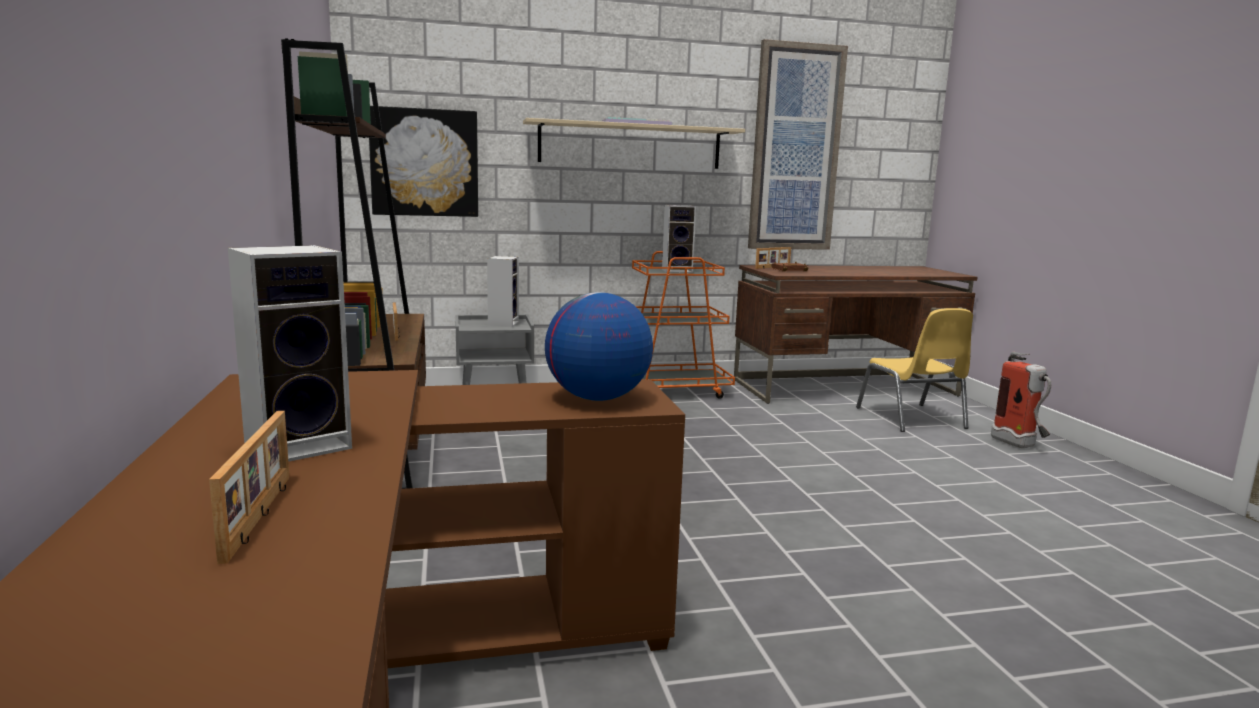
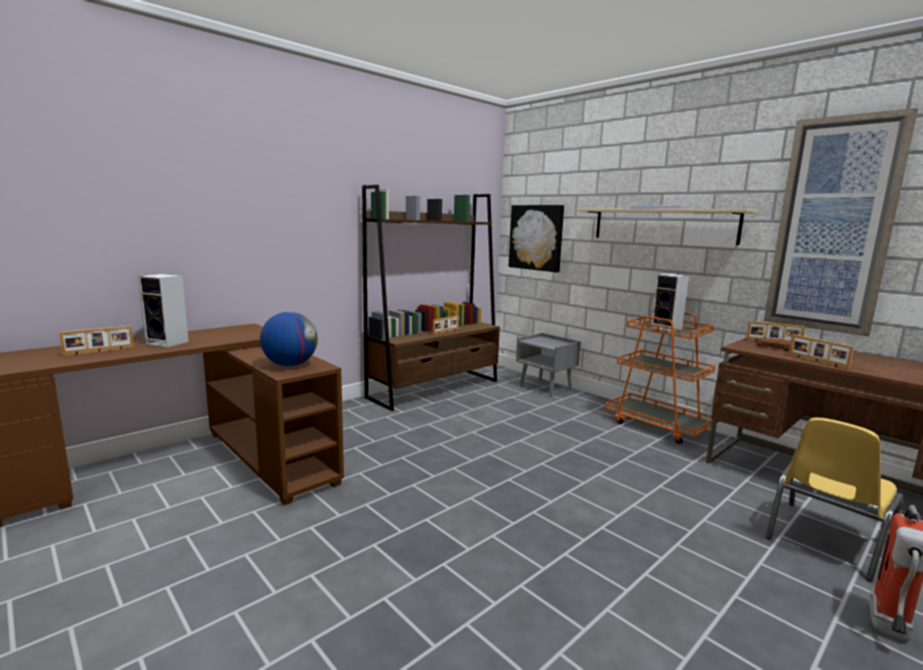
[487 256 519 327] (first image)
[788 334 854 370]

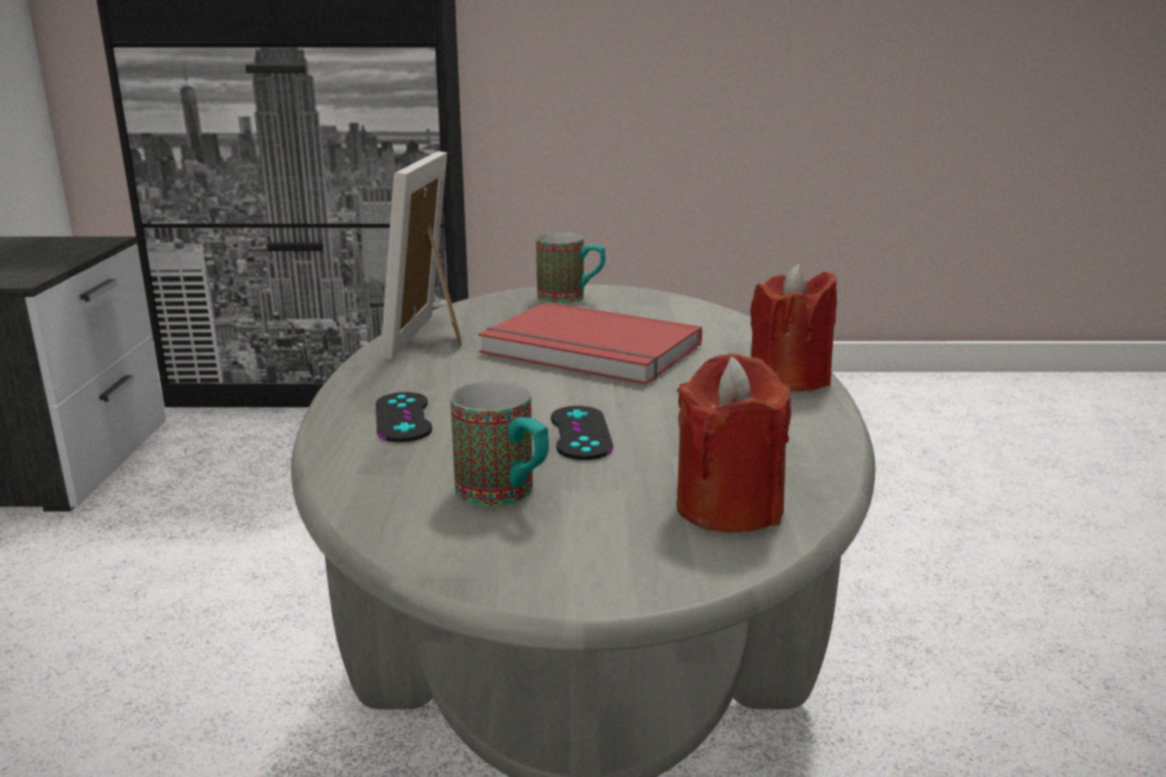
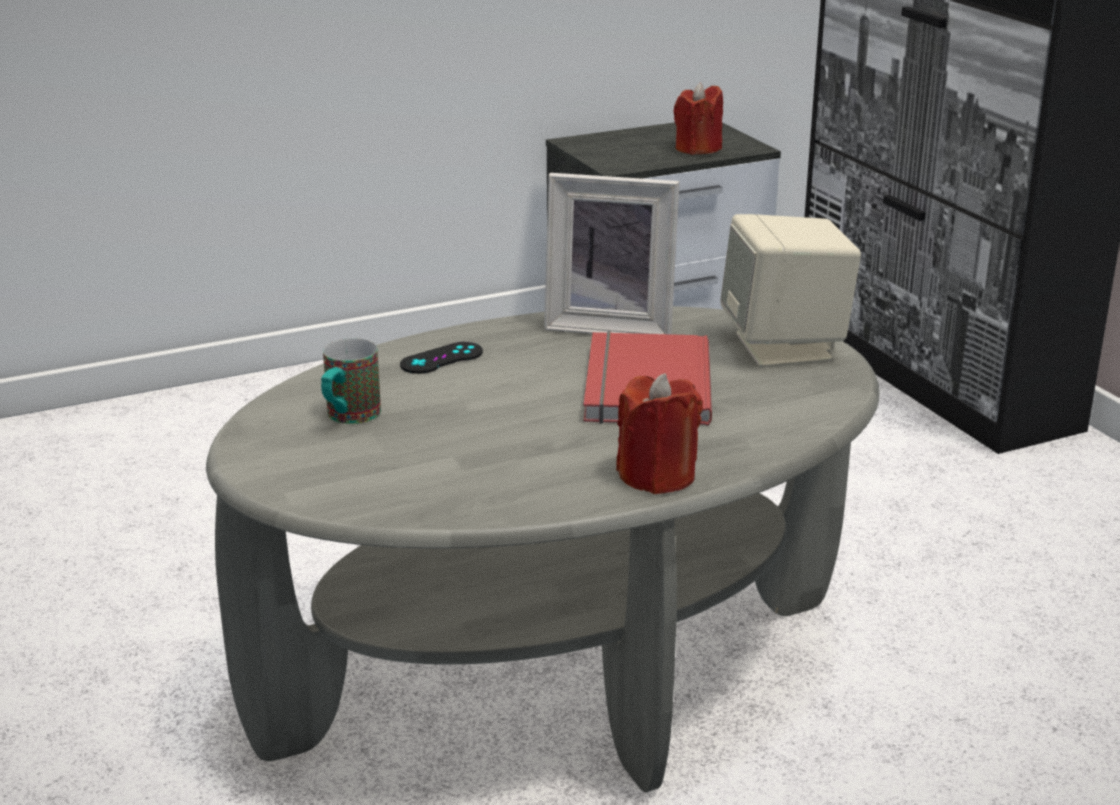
[544 173 680 334]
[720 214 861 368]
[551 406 613 460] (first image)
[673 83 723 155]

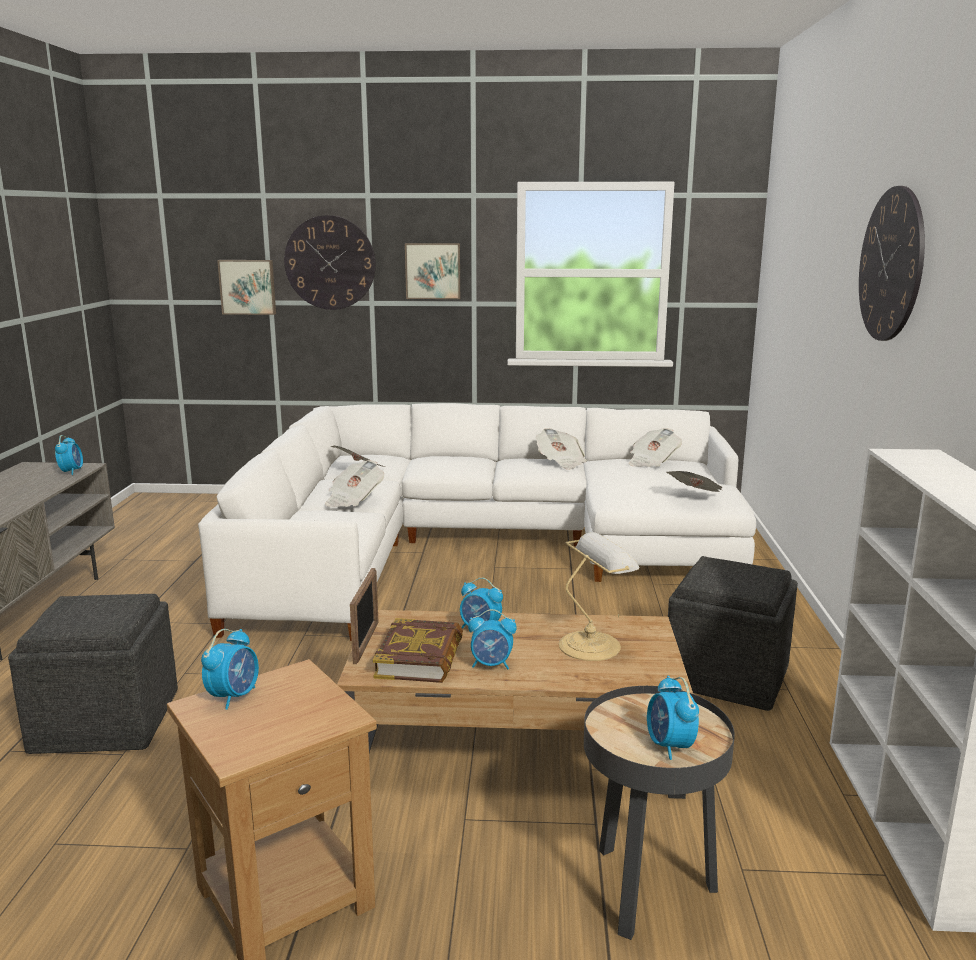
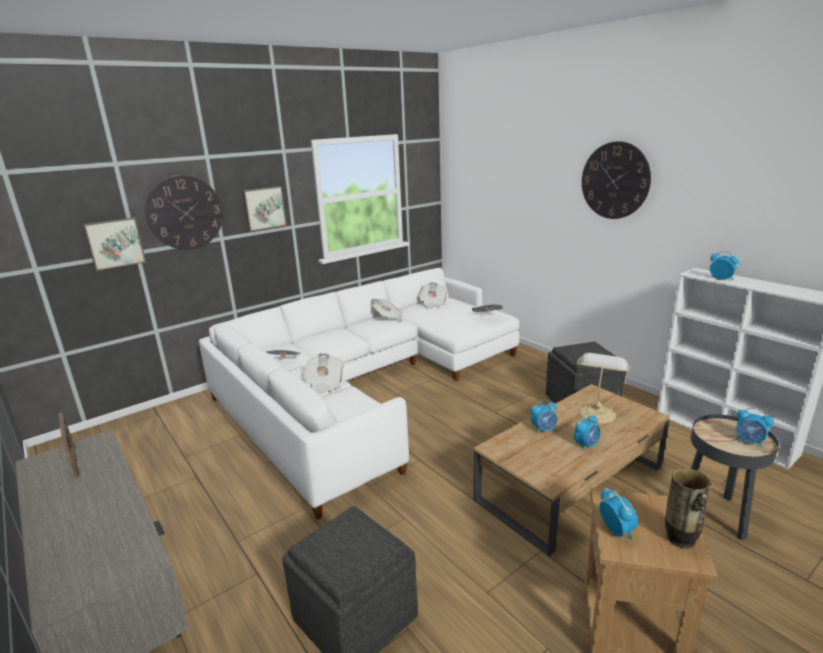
[710 251 739 280]
[59 413 79 478]
[373 618 463 683] (first image)
[665 468 711 549]

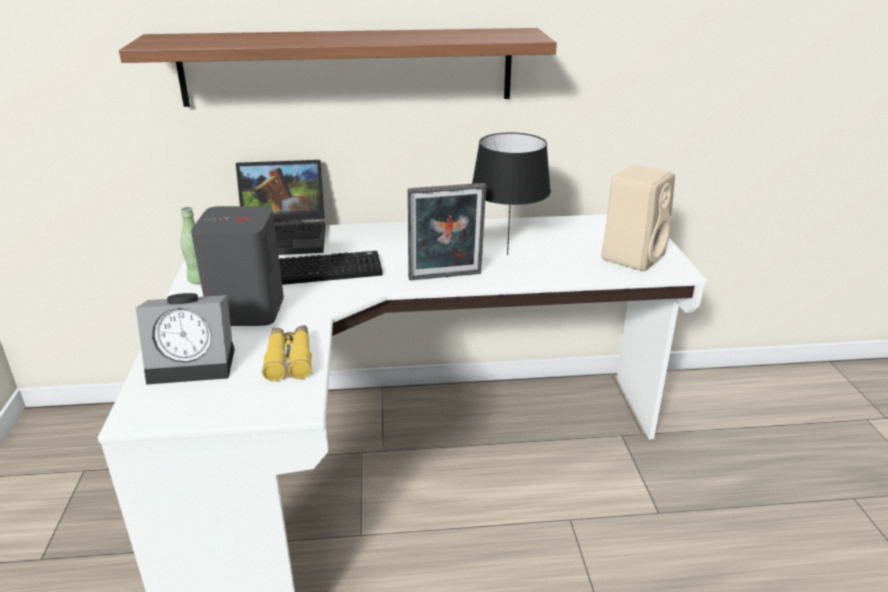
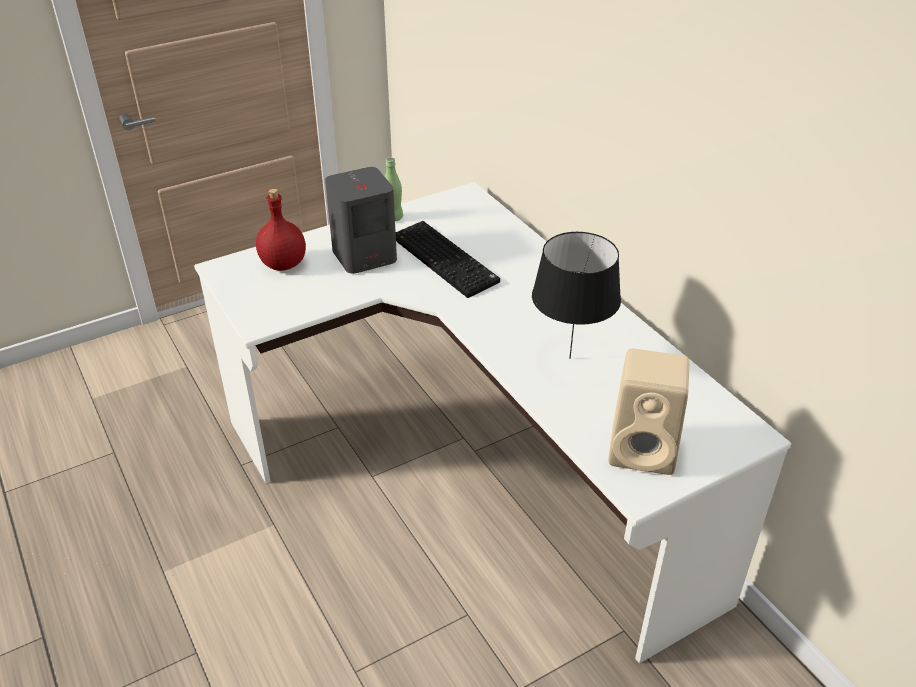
[119 28 557 107] (first image)
[256 189 306 271]
[236 160 325 255] (first image)
[262 325 312 381] (first image)
[407 183 486 280] (first image)

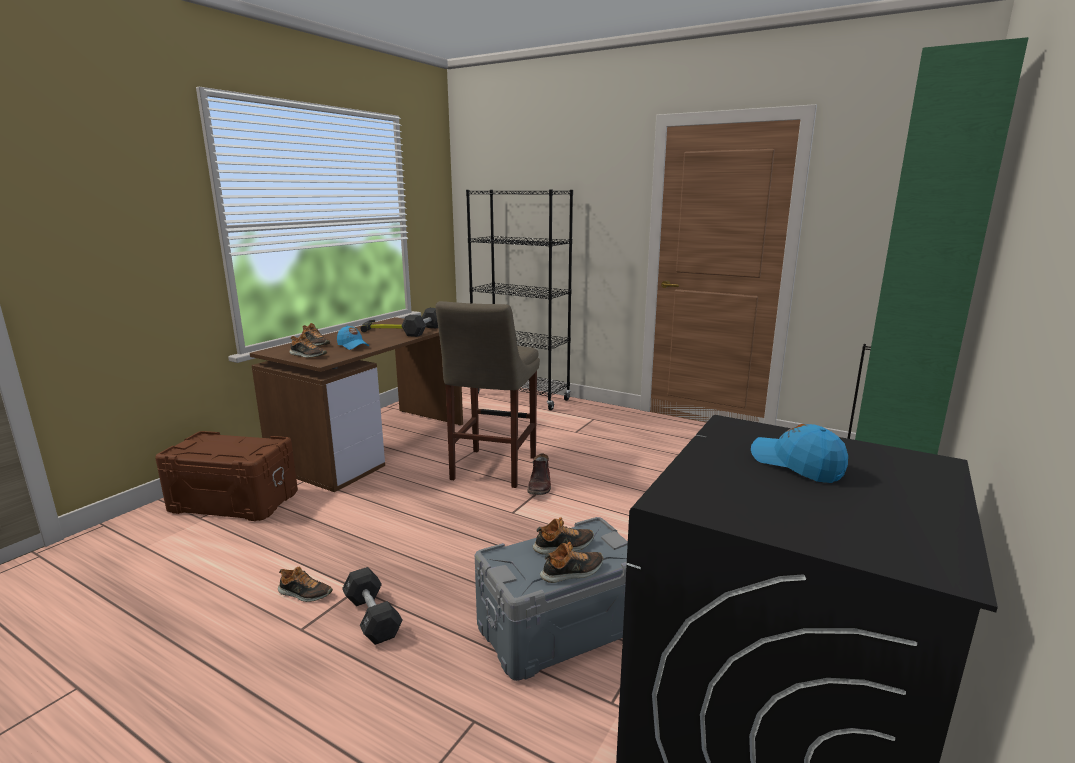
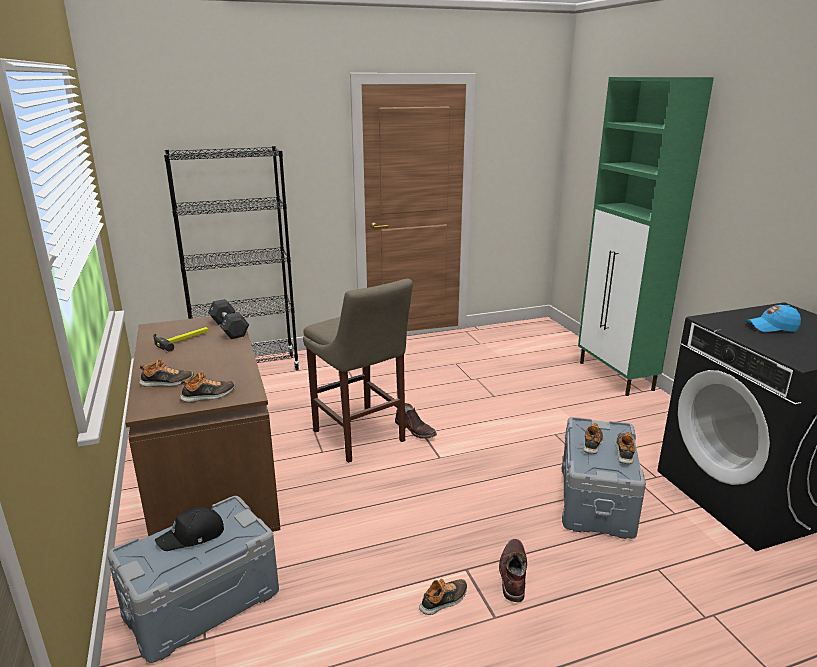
[108 496 279 663]
[337 325 369 350] (first image)
[499 539 527 602]
[155 507 224 551]

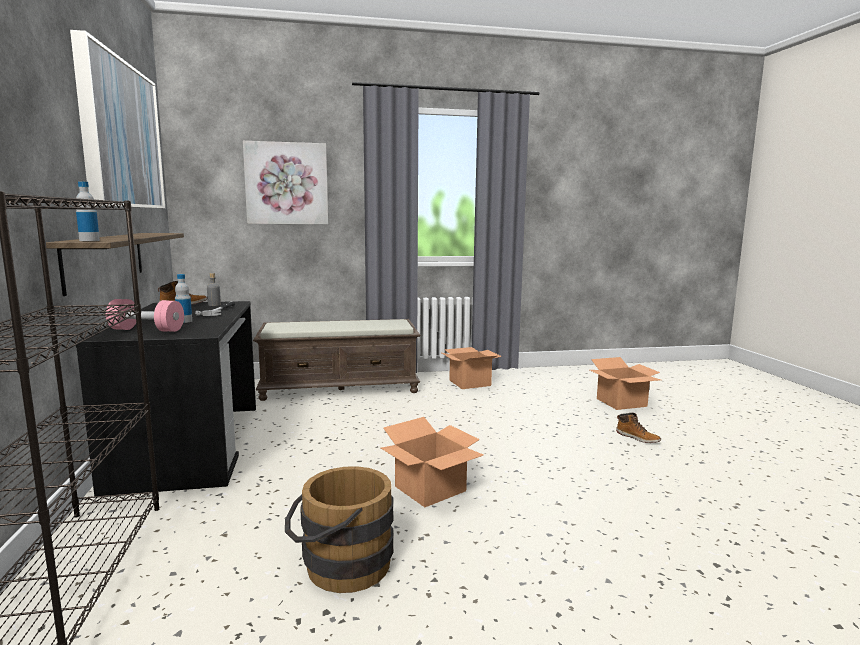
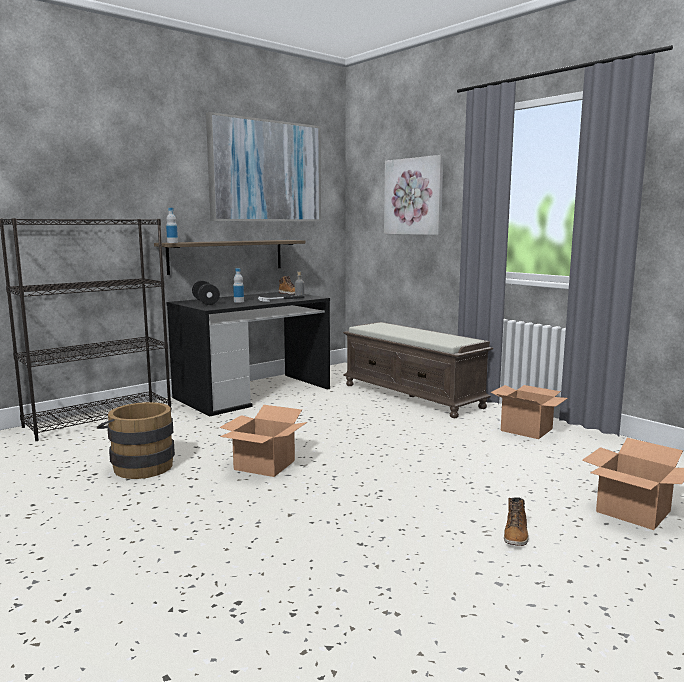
[192 281 220 305]

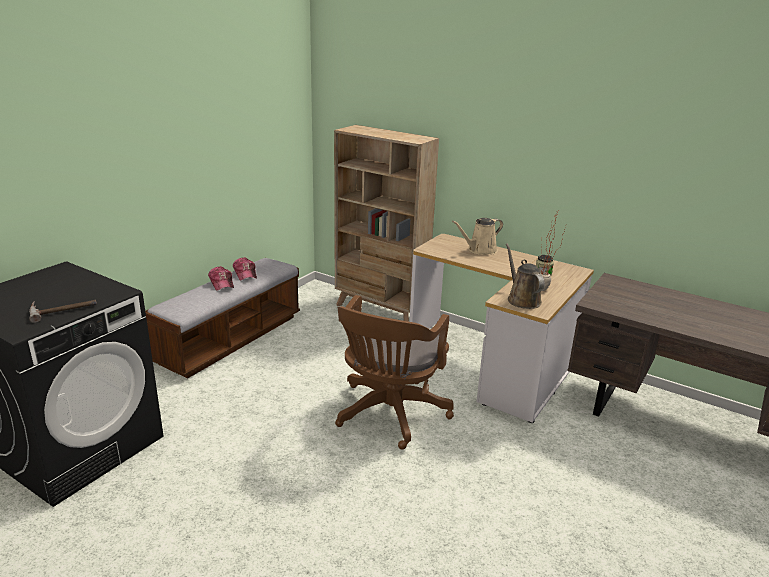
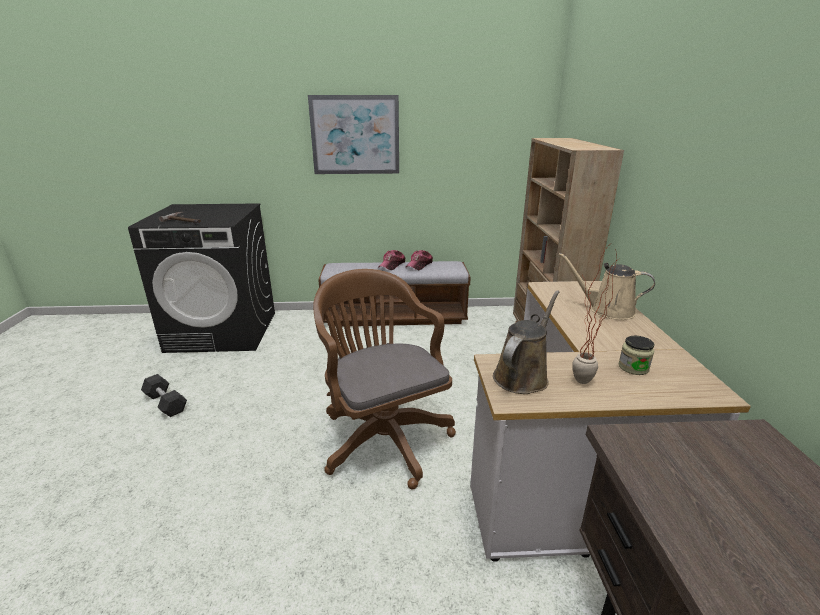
[313 269 456 489]
[141 374 187 417]
[308 95 399 174]

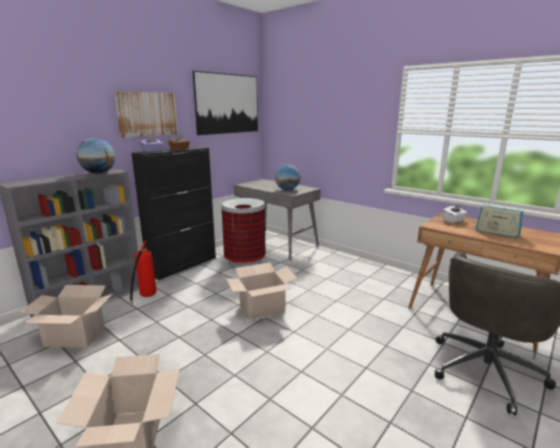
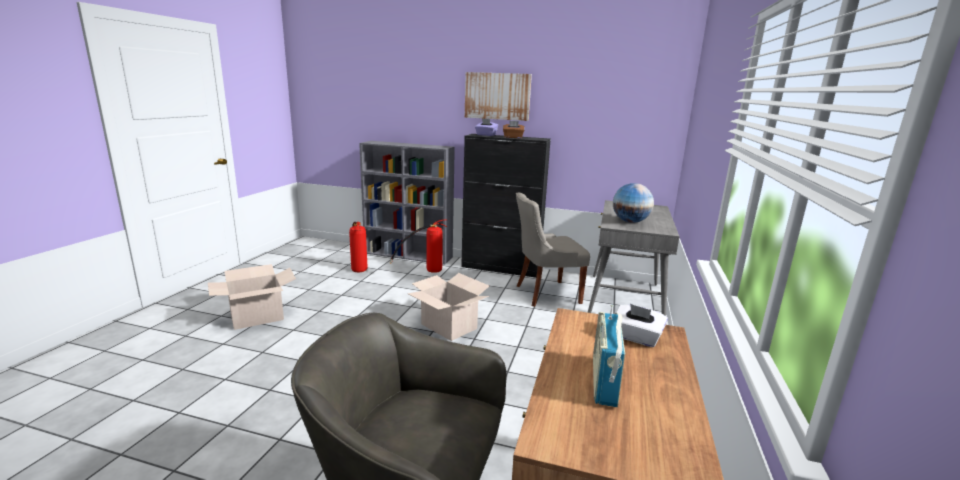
[349 222 368 272]
[76 138 115 174] (first image)
[193 71 258 135] (first image)
[516 193 590 307]

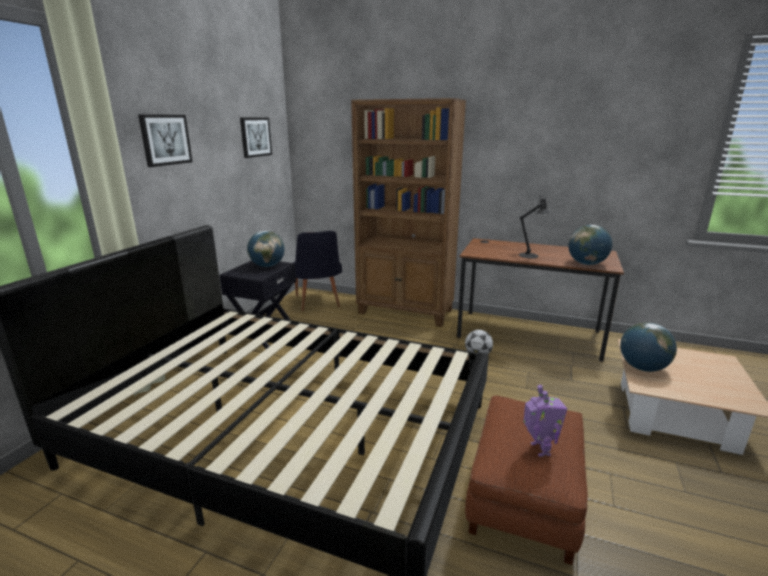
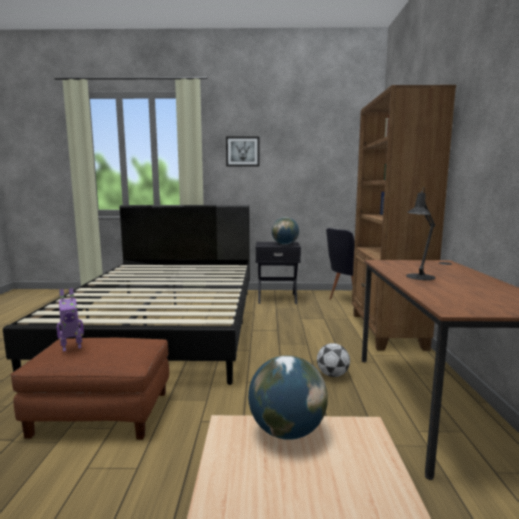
[240 118 272 158] (first image)
[568 225 612 265] (first image)

